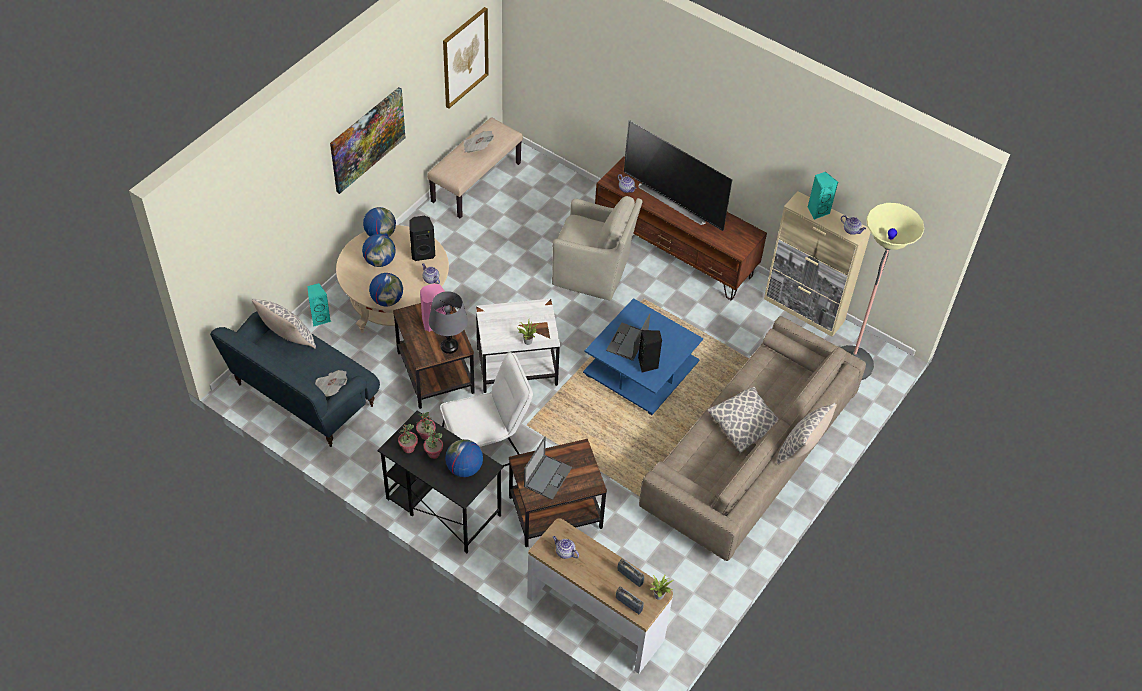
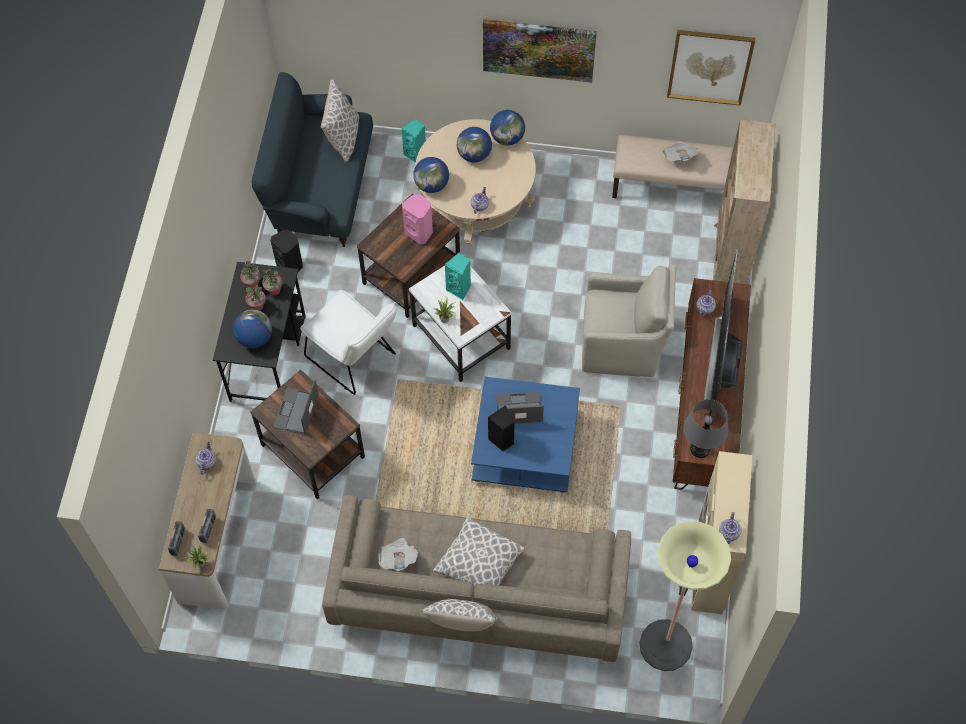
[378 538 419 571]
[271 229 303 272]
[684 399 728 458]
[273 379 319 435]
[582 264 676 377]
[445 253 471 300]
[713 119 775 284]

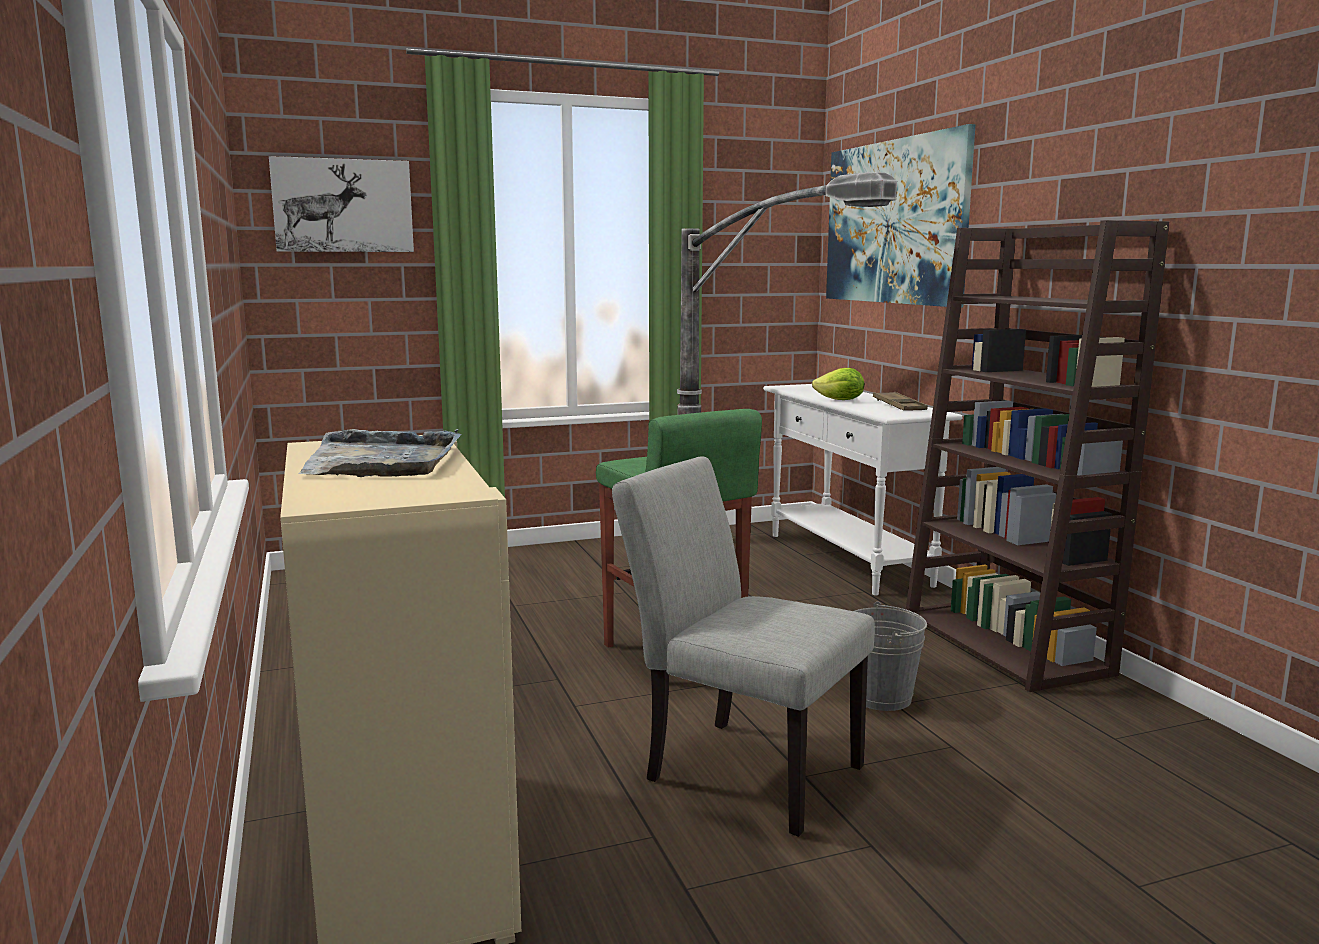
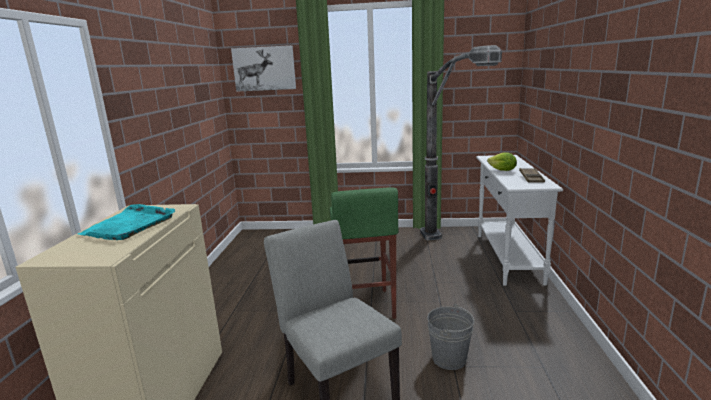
[78 204 175 240]
[826 124 976 307] (first image)
[906 220 1169 692] (first image)

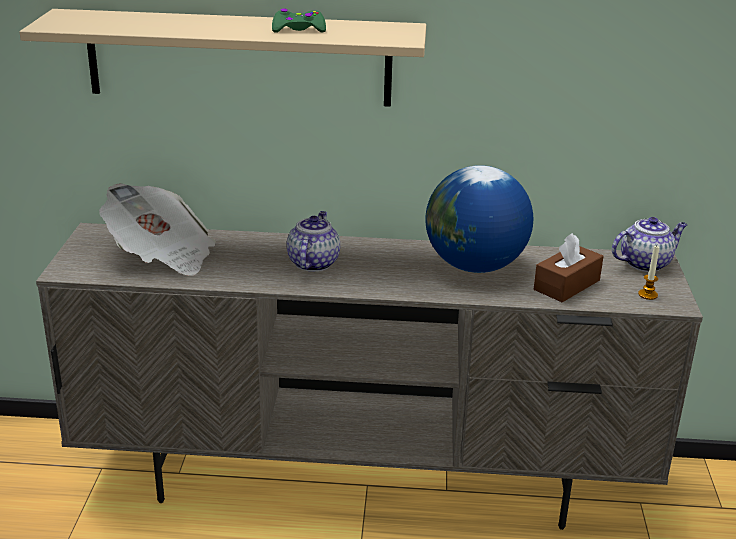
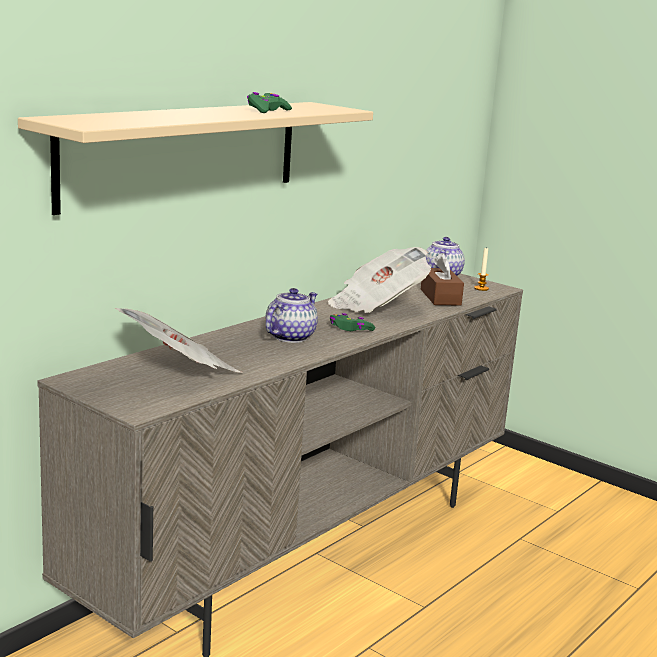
[265 288 318 343]
[328 247 431 313]
[330 313 375 331]

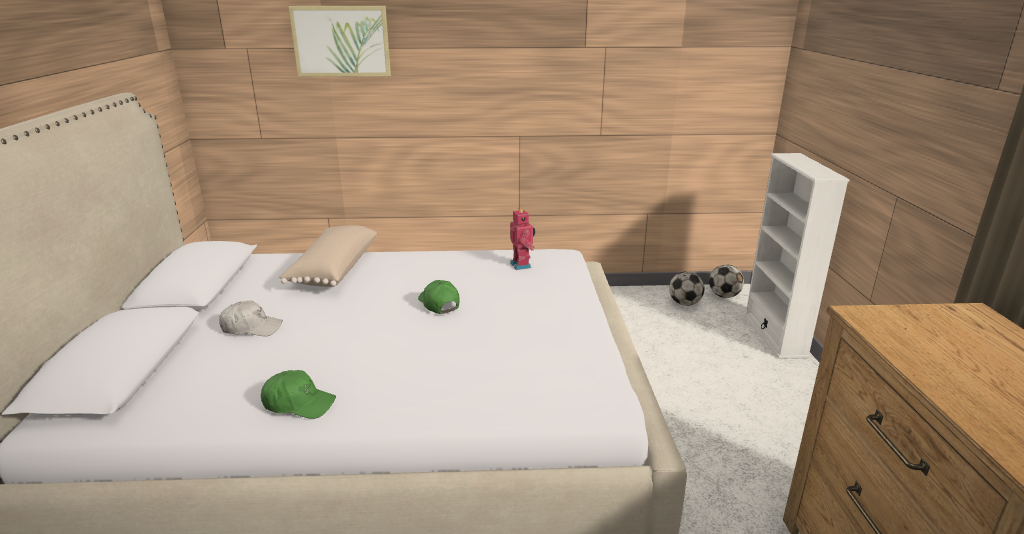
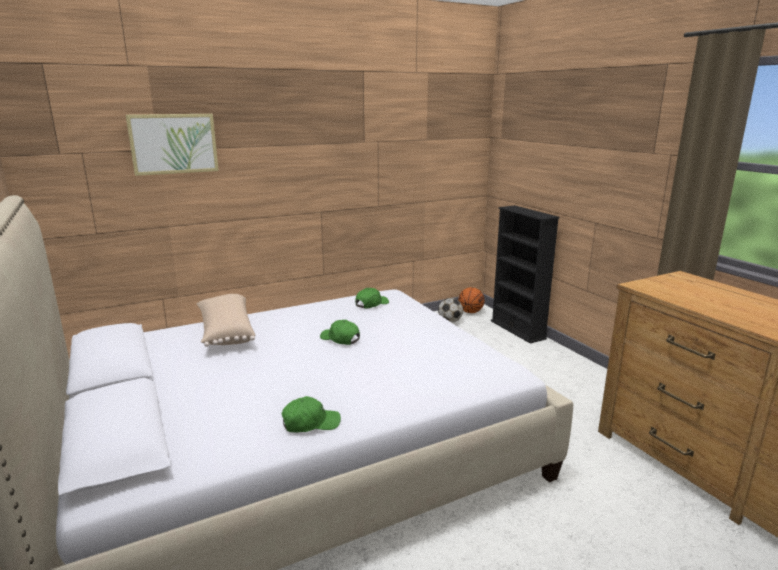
[219 300 283 336] (first image)
[355 288 389 309]
[458 287 485 313]
[491 205 560 343]

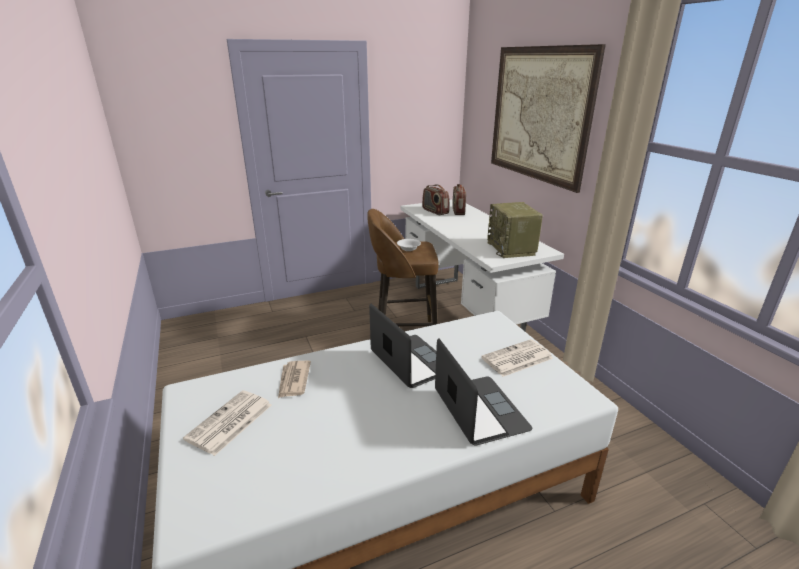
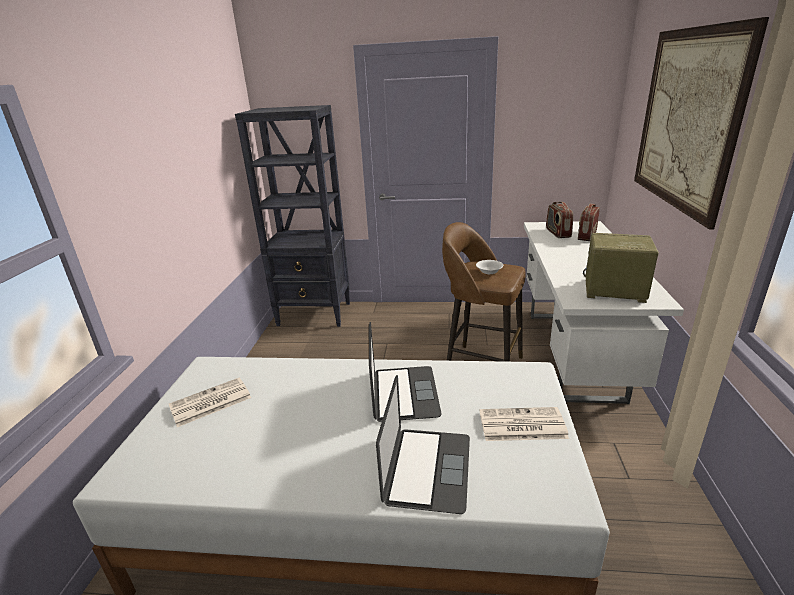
[278 361 311 398] (first image)
[583 233 659 303]
[235 105 350 327]

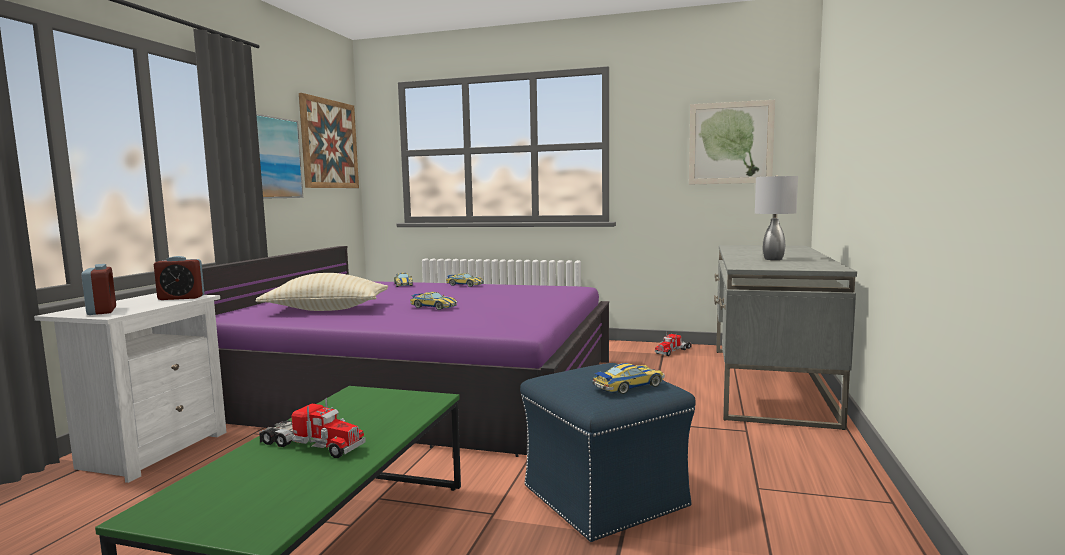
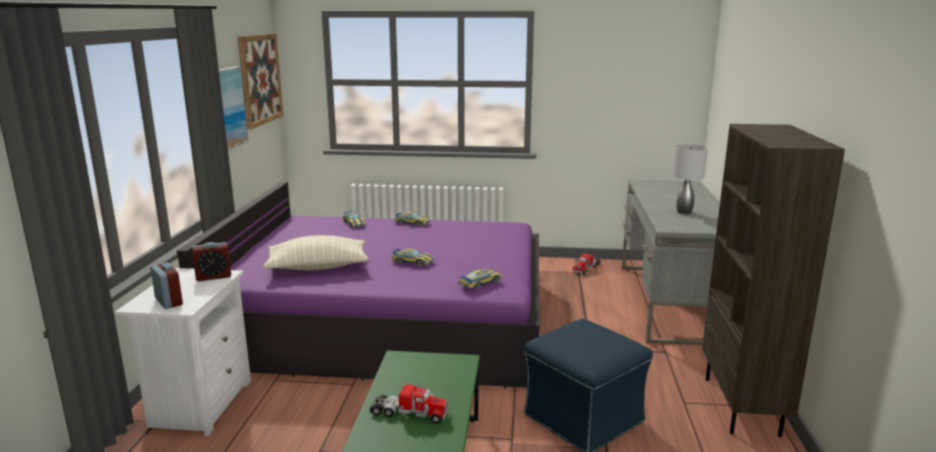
[459 269 502 289]
[689 100 775 185] (first image)
[702 124 845 437]

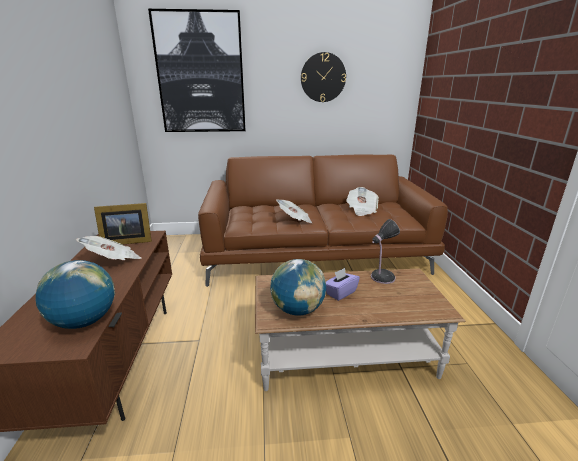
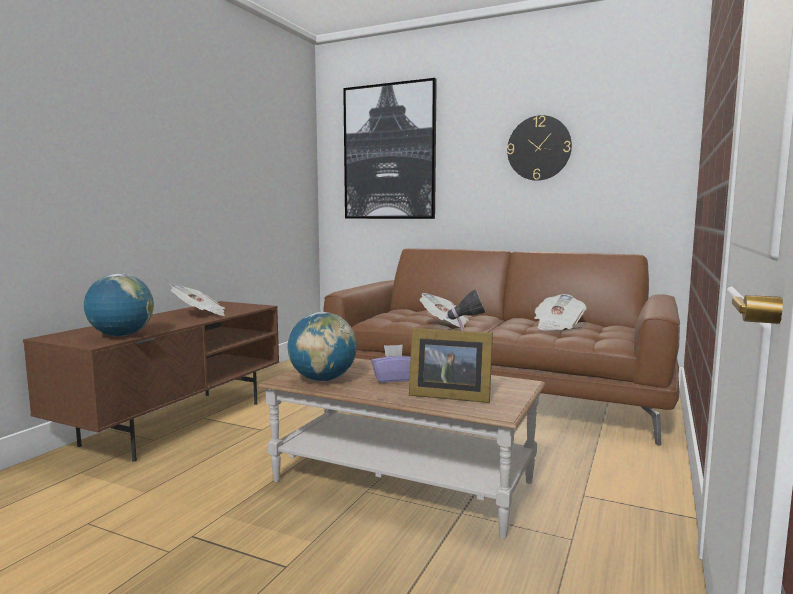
[409 328 493 403]

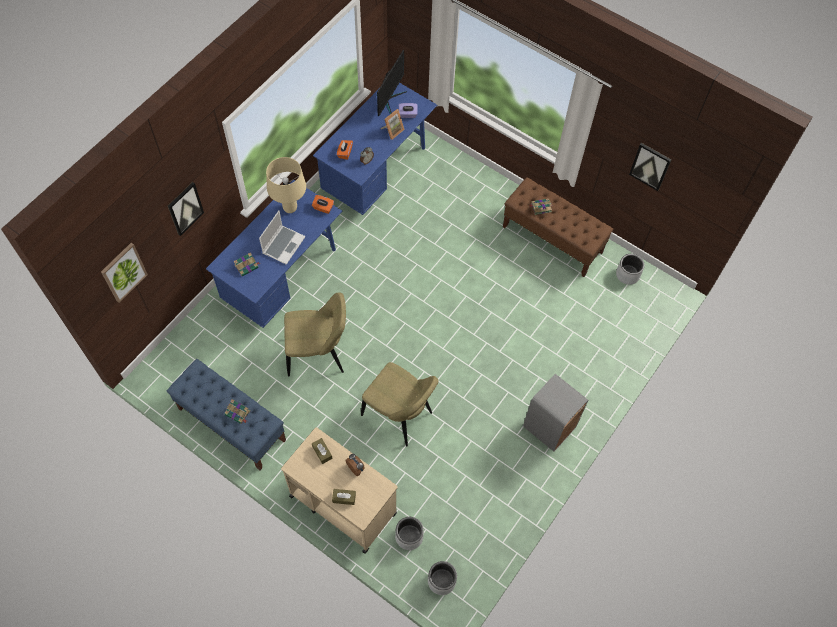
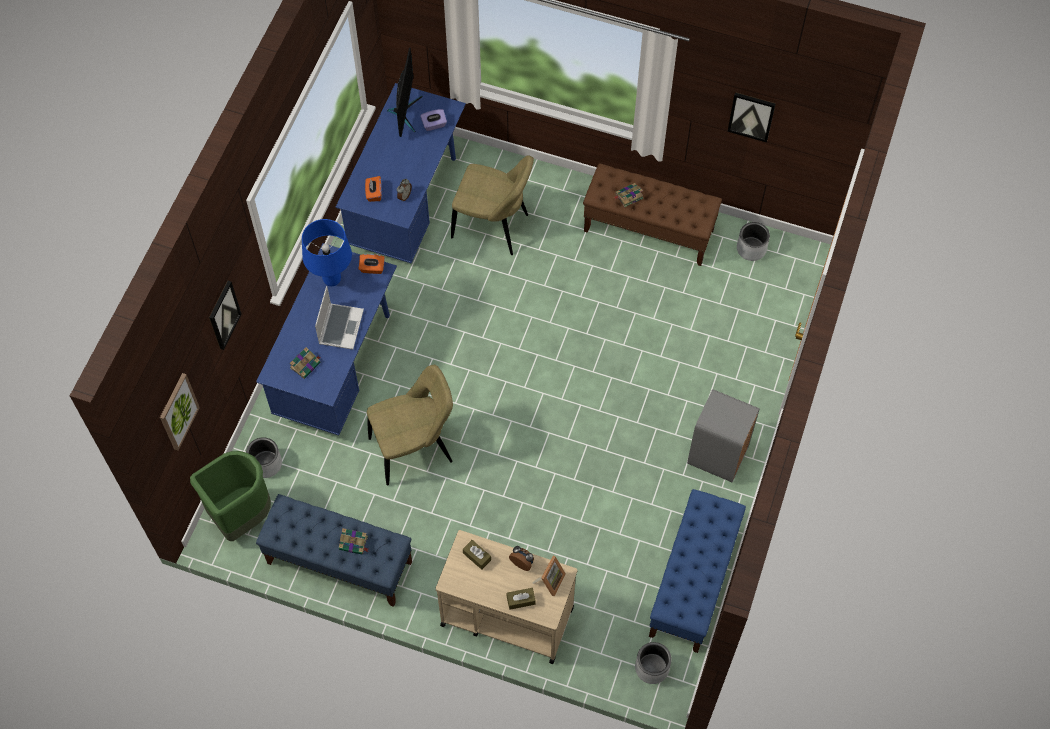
[302 219 352 286]
[451 155 534 255]
[532 556 566 596]
[246 437 282 478]
[190 451 271 541]
[649 489 746 653]

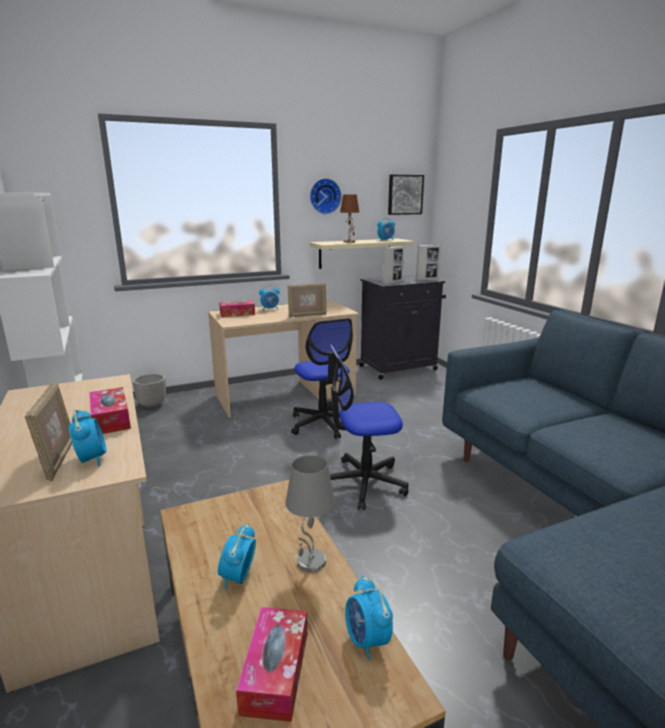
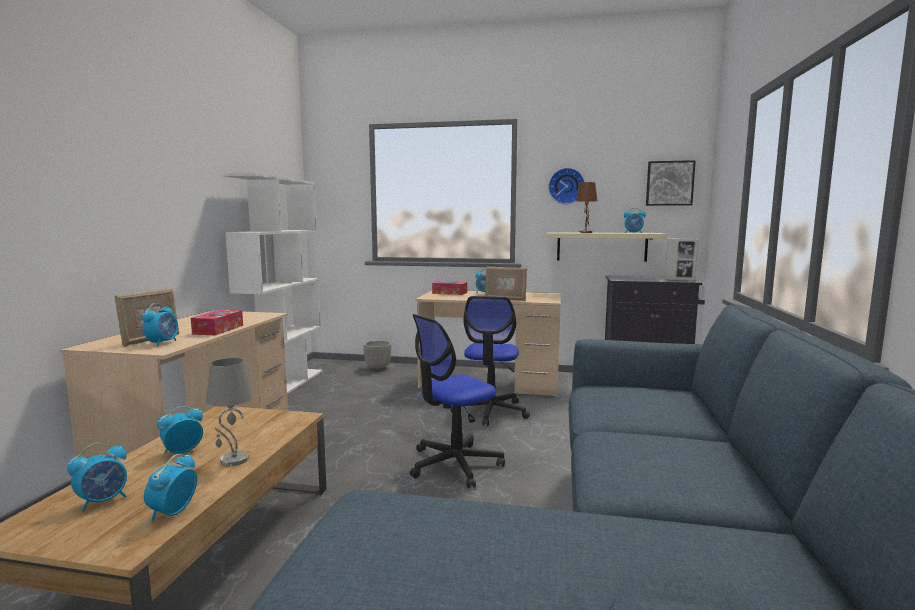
[67 443 127 512]
[410 314 505 488]
[383 246 404 284] (first image)

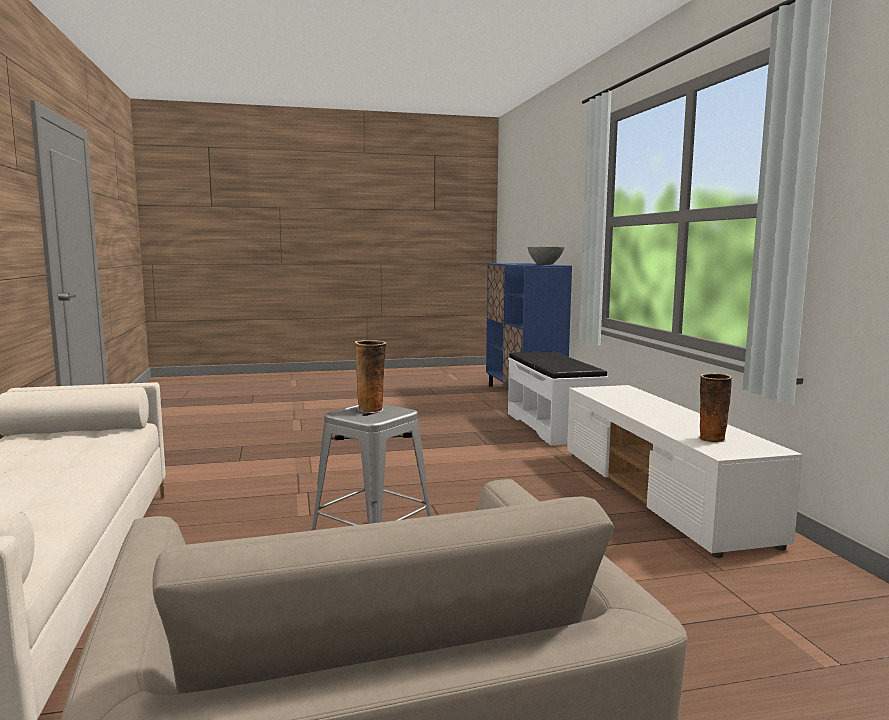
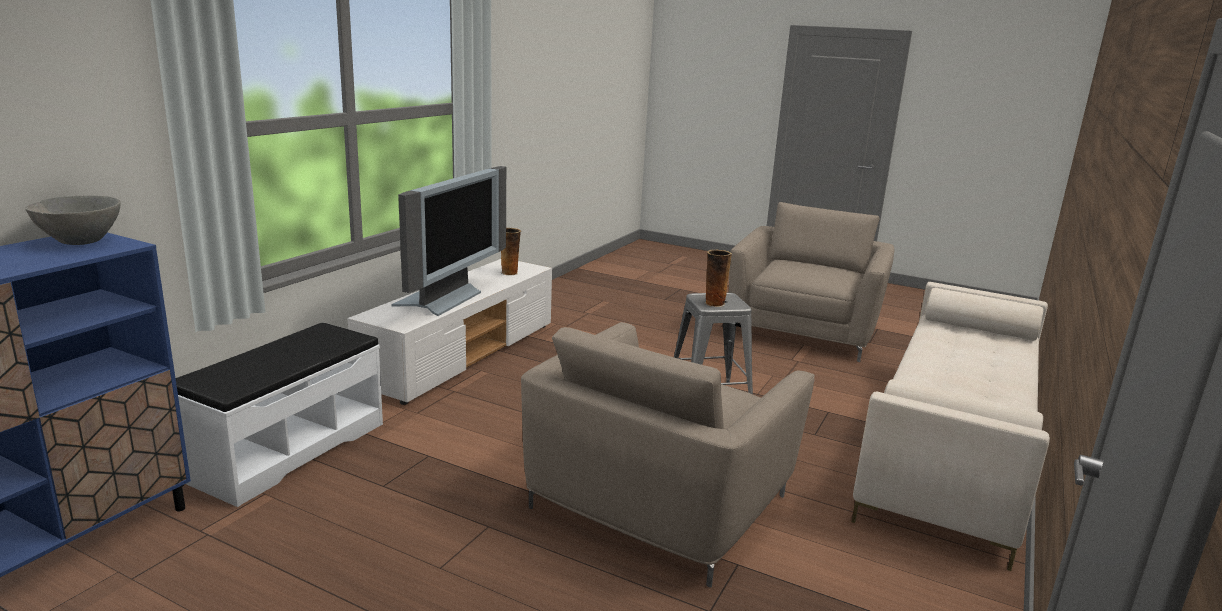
[392 166 506 316]
[521 322 815 588]

